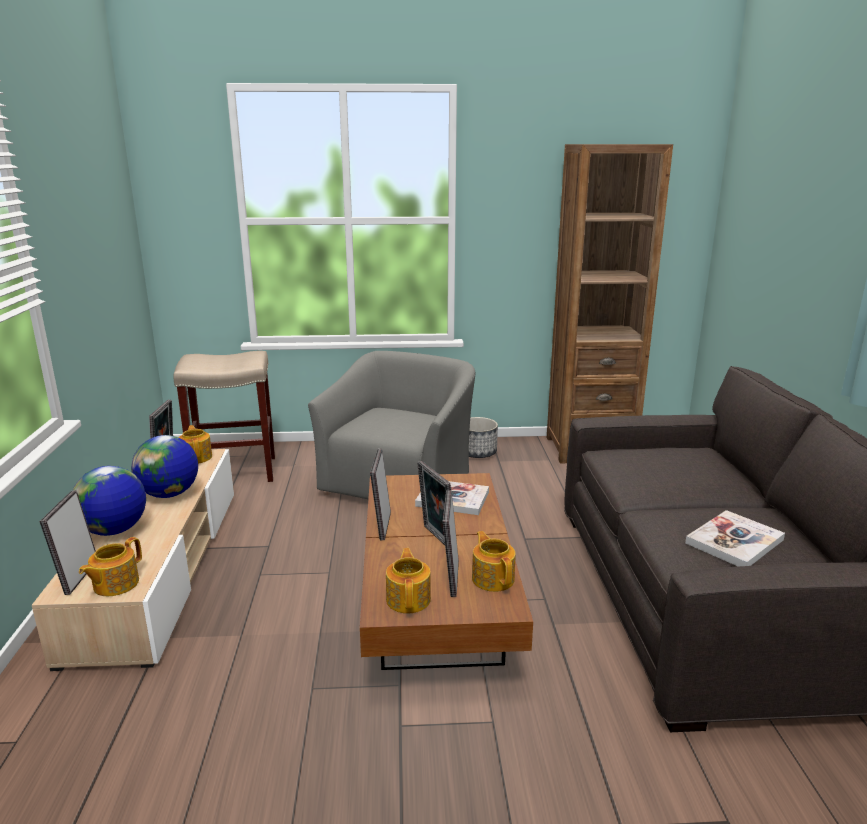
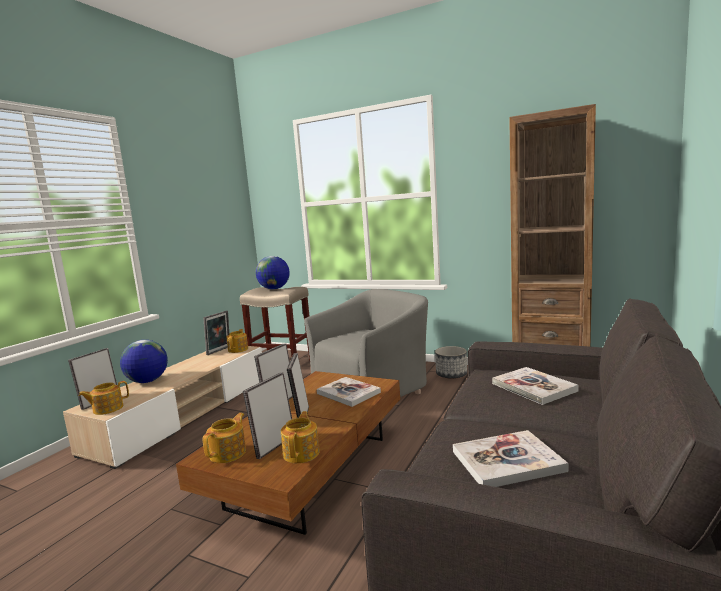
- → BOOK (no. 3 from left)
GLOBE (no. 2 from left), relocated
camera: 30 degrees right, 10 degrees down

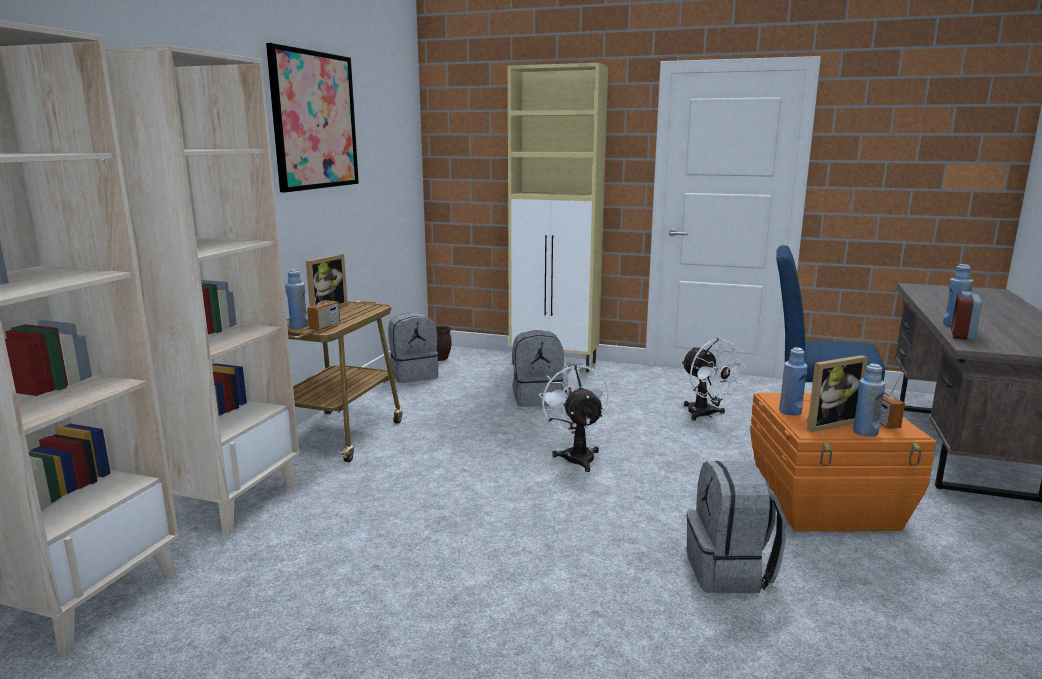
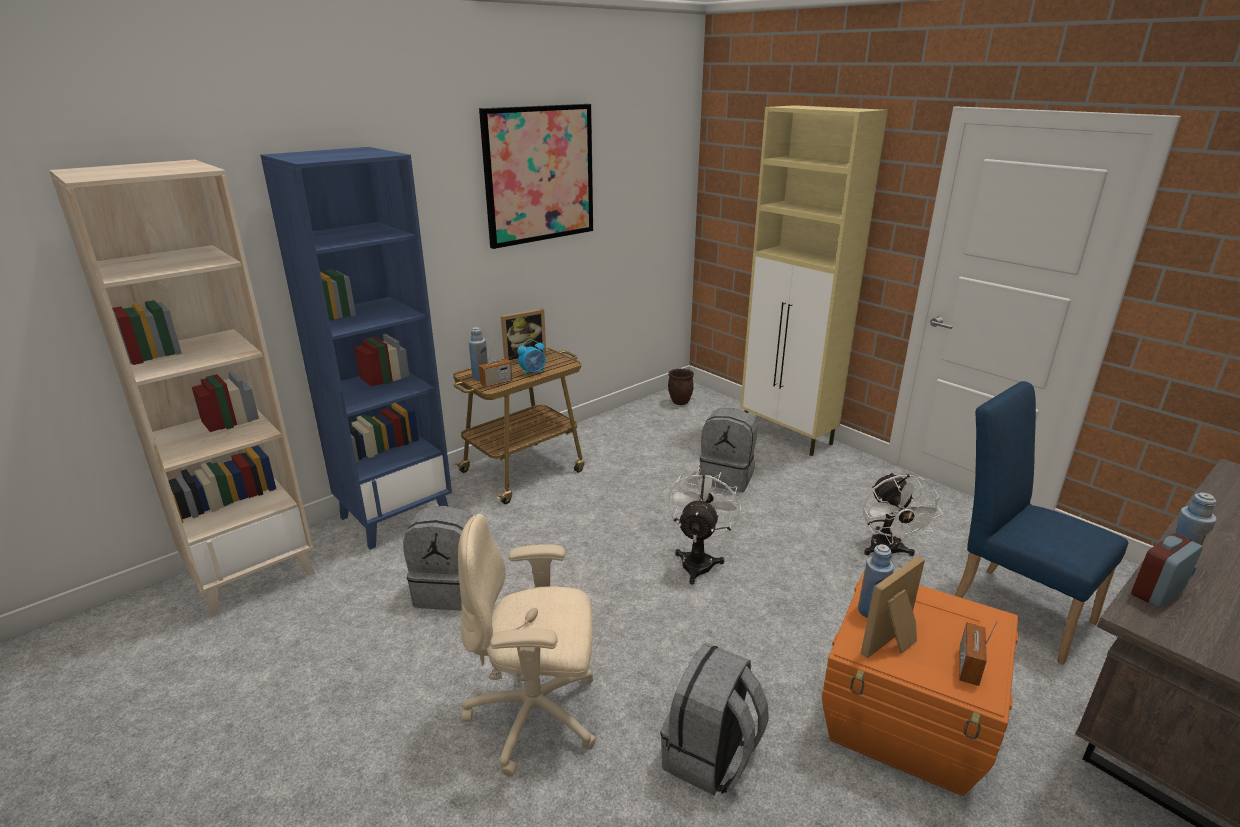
BLUE BOTTLE (no. 3 from left) → -
- → BEIGE OFFICE CHAIR
- → ALARM CLOCK (no. 1 from left)
GREY BACKPACK (no. 1 from left), relocated
BEIGE BOOKCASE (no. 2 from left) → BLUE BOOKCASE
PICTURE FRAME (no. 2 from left), 135 degrees clockwise
camera: 30 degrees right, 10 degrees up

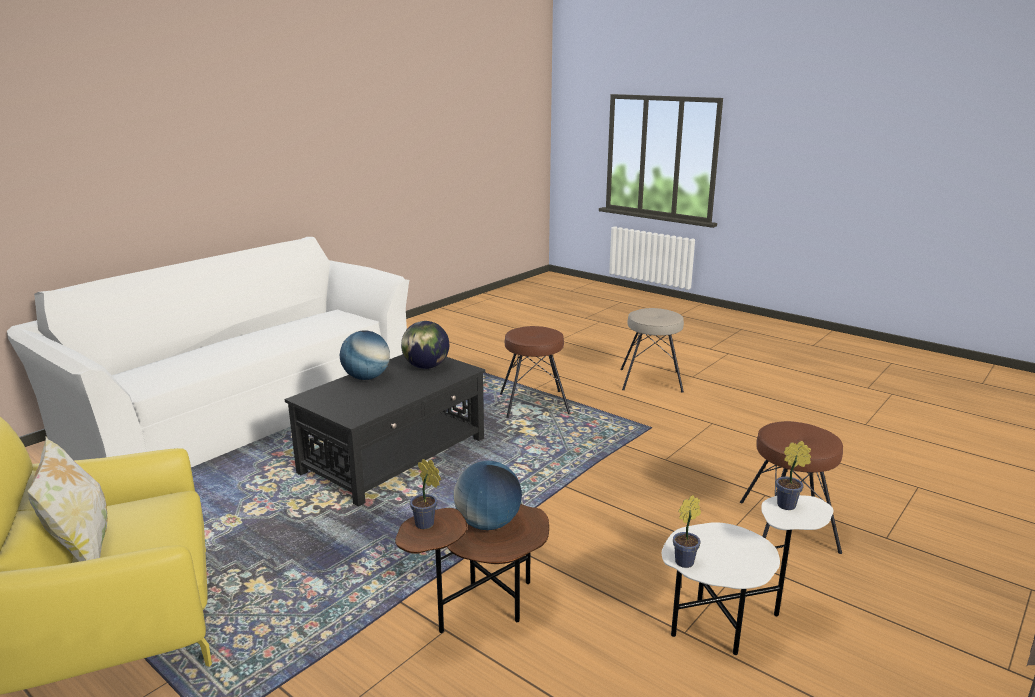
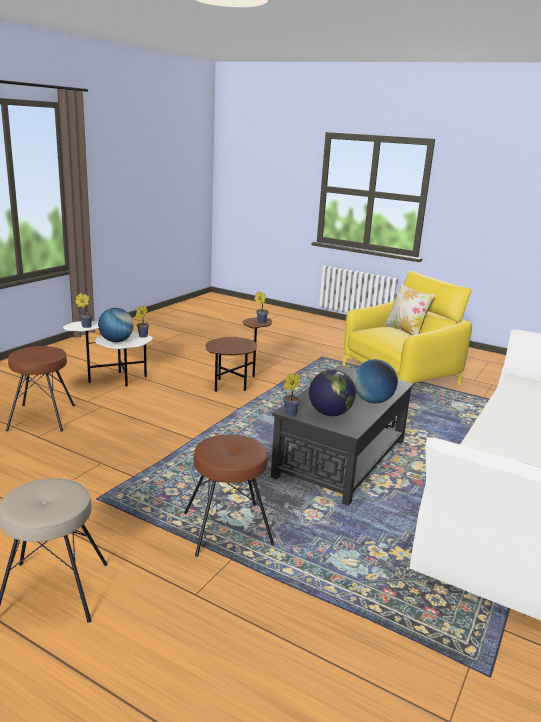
- → POTTED PLANT (no. 4 from left)
GLOBE (no. 3 from left in the first image) → GLOBE (no. 1 from left), relocated
camera: 170 degrees right, 0 degrees up

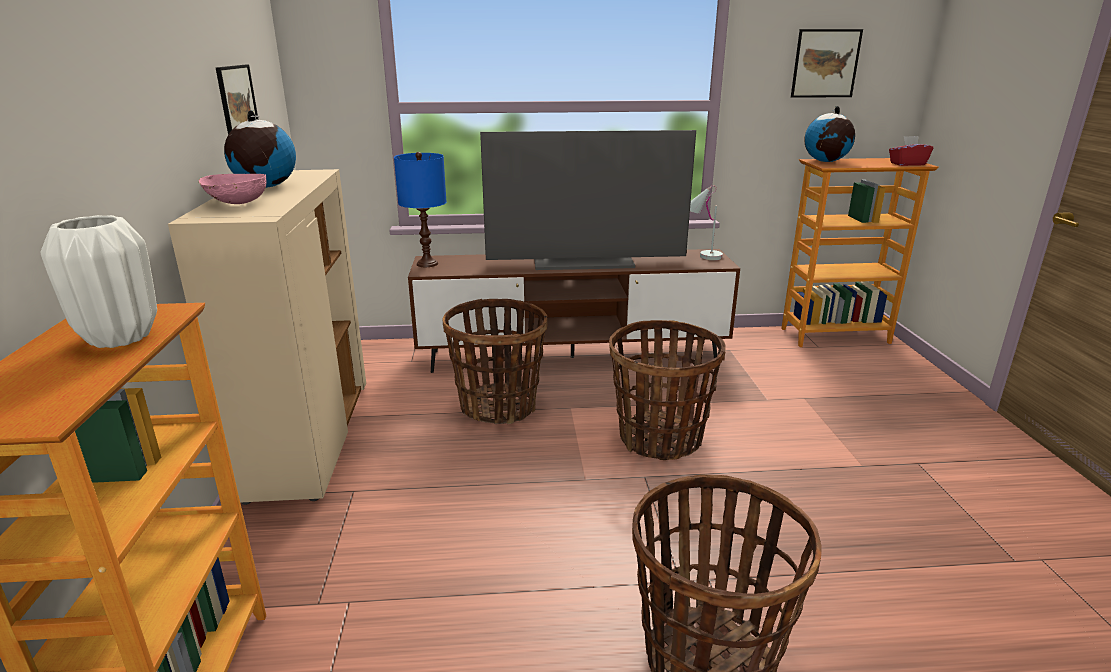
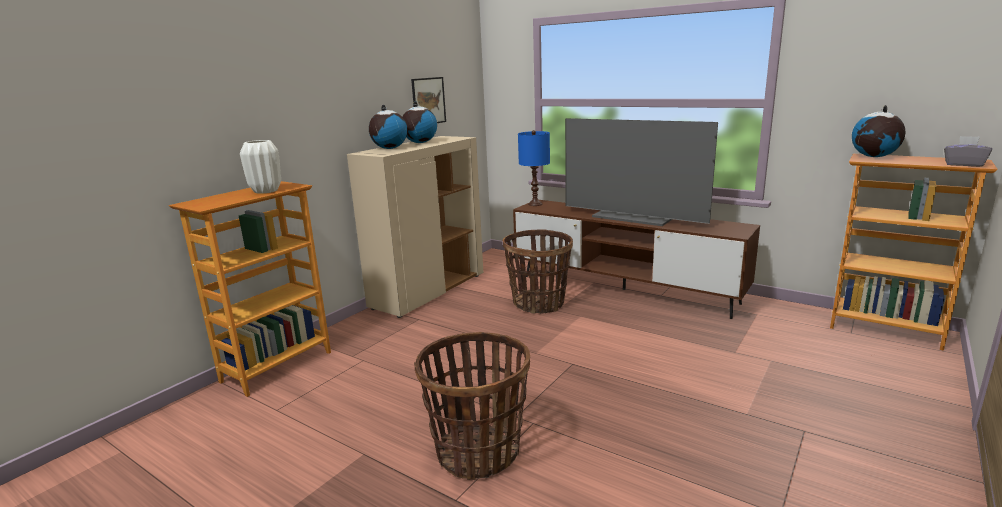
BASKET (no. 2 from left) → -
WHITE TABLE LAMP → -
PICTURE (no. 2 from left) → -
PINK BOWL → GLOBE (no. 1 from left)
RED TISSUE BOX → GREY TISSUE BOX
camera: 40 degrees right, 5 degrees down

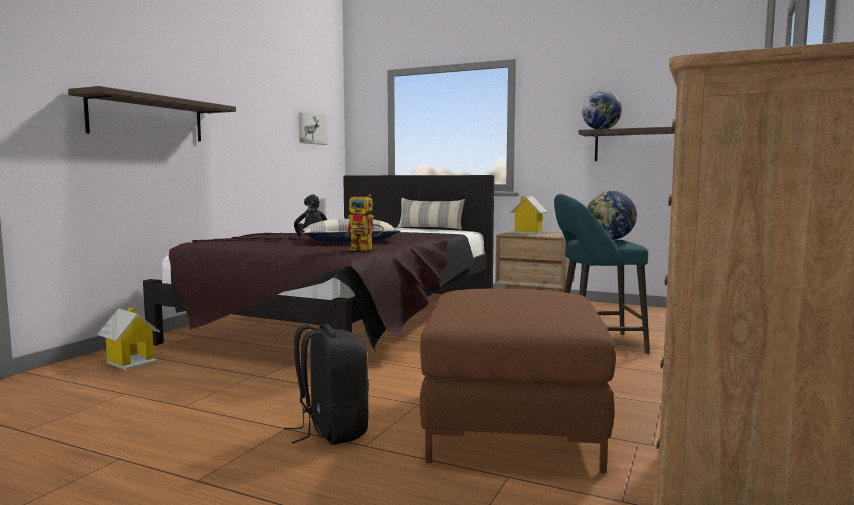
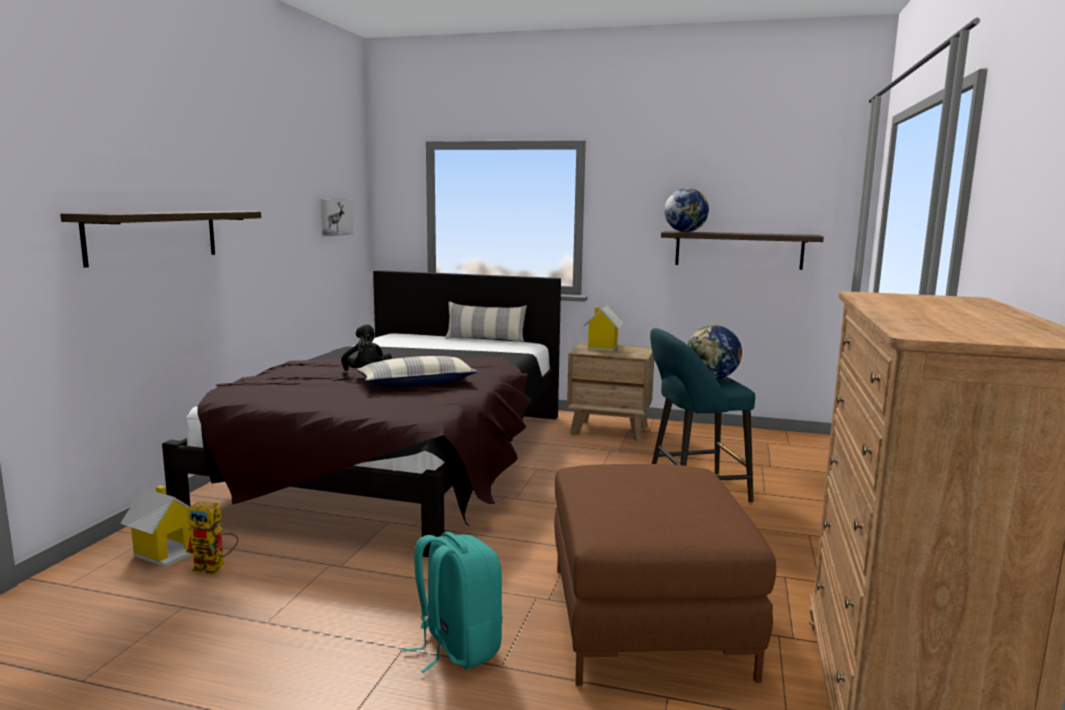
TOY ROBOT, relocated
BLACK BACKPACK → TURQUOISE BACKPACK
camera: 10 degrees left, 5 degrees up

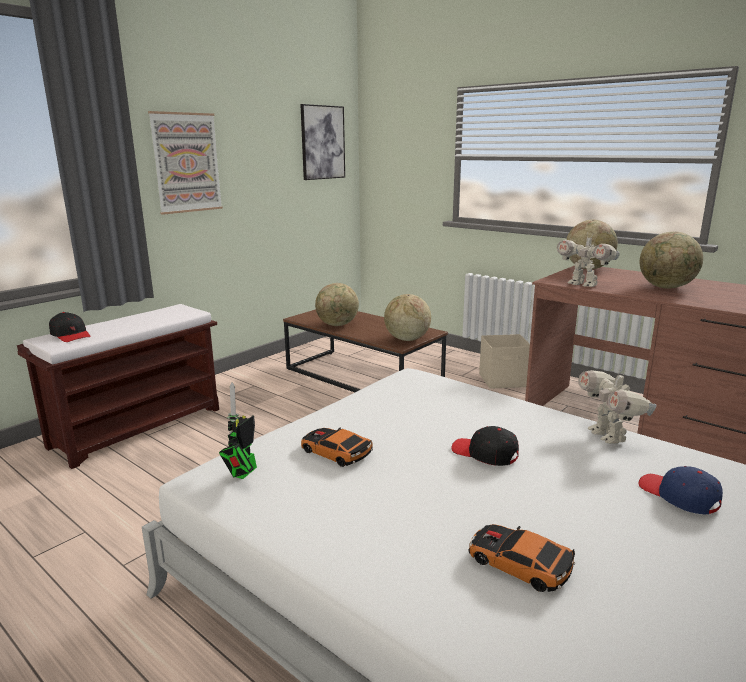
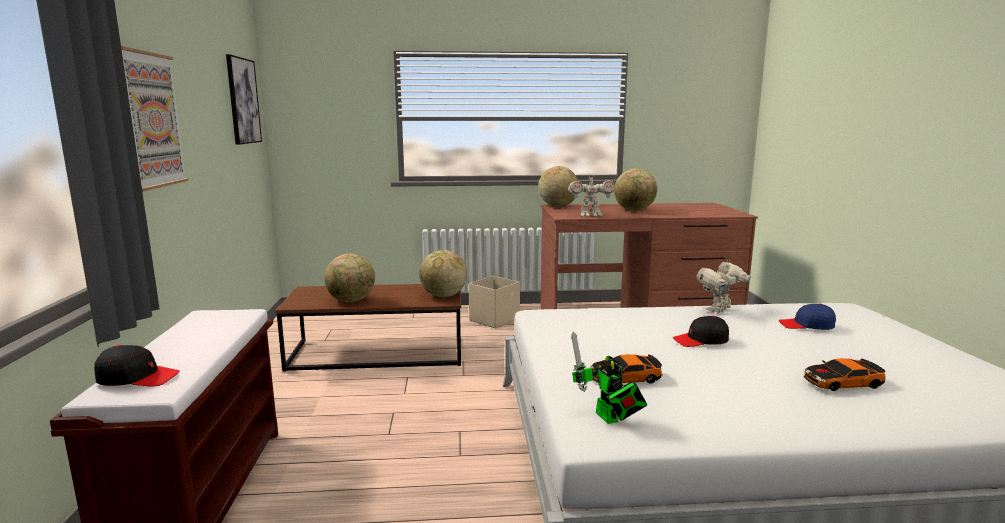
TOY ROBOT (no. 3 from left), 105 degrees clockwise
camera: 45 degrees left, 5 degrees down

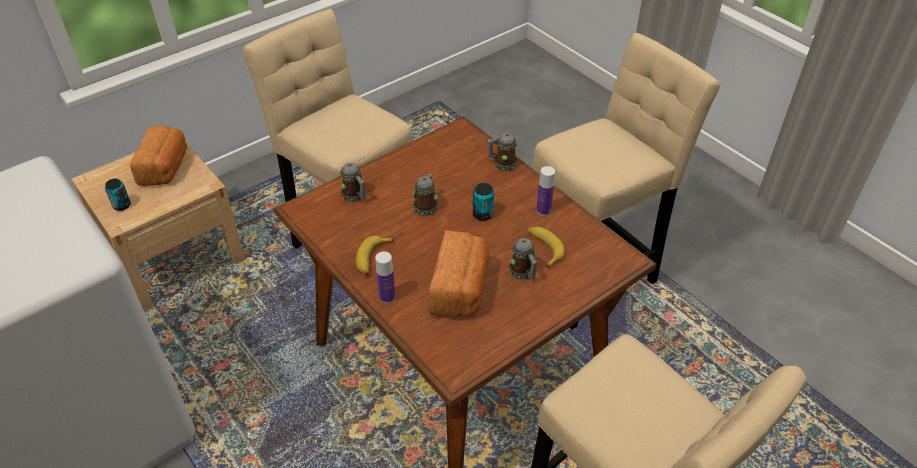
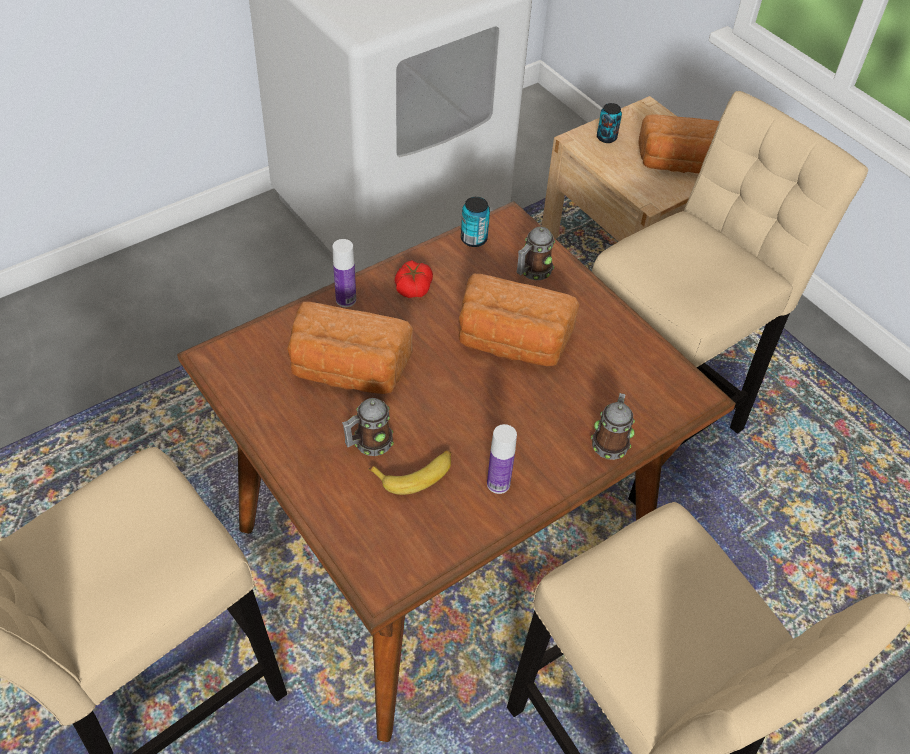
CAN (no. 2 from left in the first image) → CAN (no. 1 from left), relocated
BANANA (no. 1 from left) → TOMATO
MUG (no. 2 from left) → BREAD (no. 2 from left)
camera: 90 degrees right, 5 degrees up

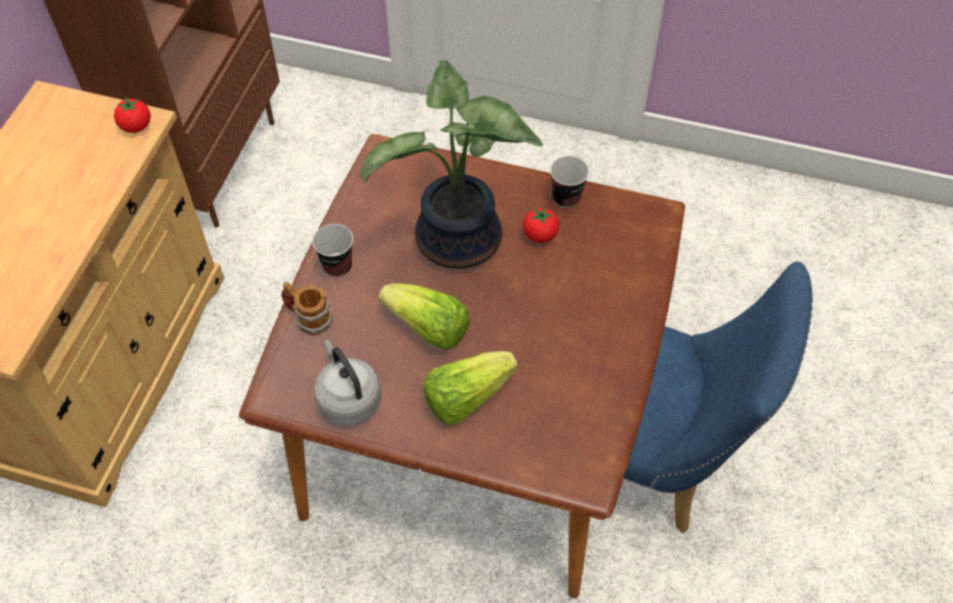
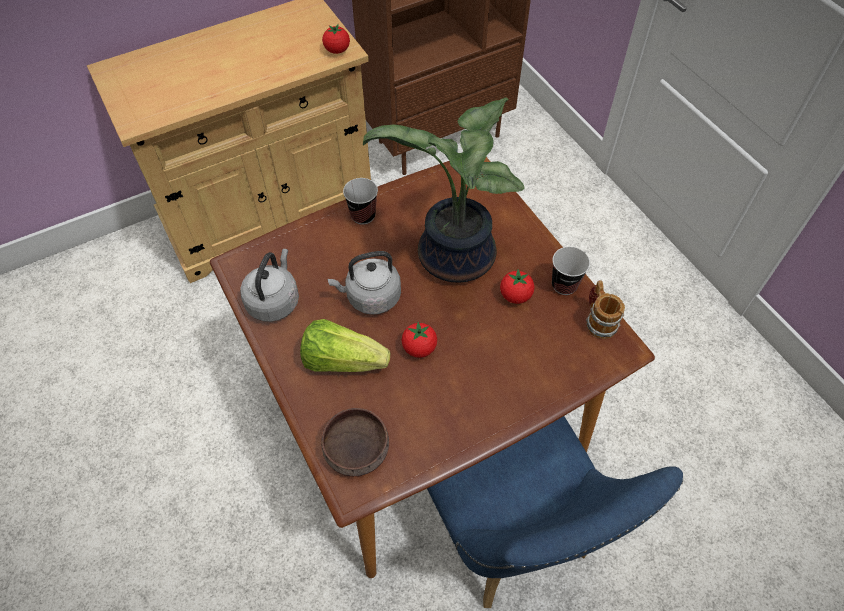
- → BROWN BOWL
- → TOMATO (no. 2 from left)
MUG, relocated
LETTUCE (no. 1 from left) → GREY KETTLE (no. 2 from left)
camera: 45 degrees right, 0 degrees up

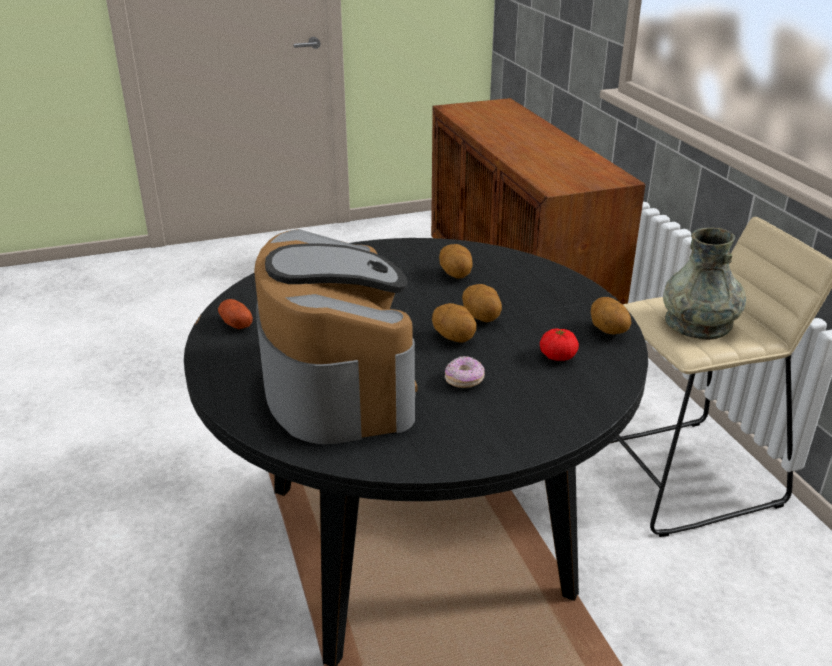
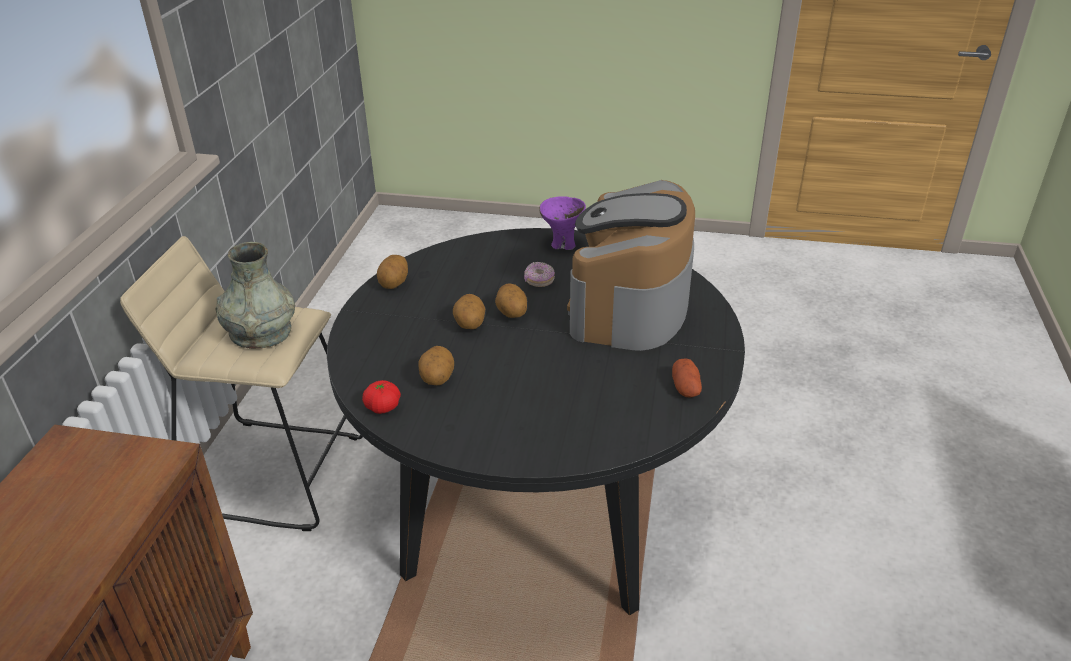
- → PURPLE BOWL
TOMATO, relocated
camera: 150 degrees left, 5 degrees up

